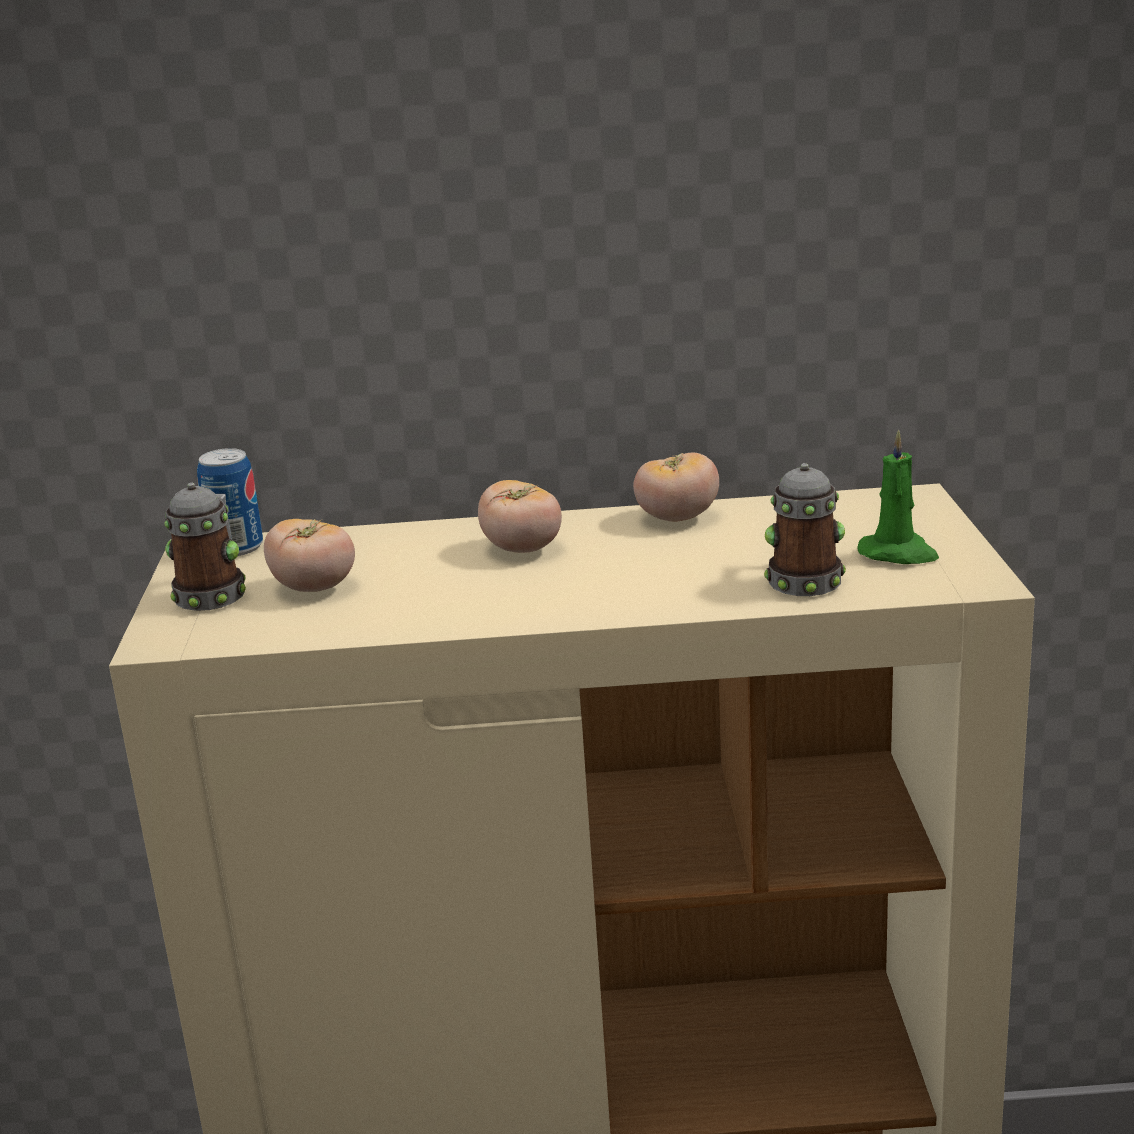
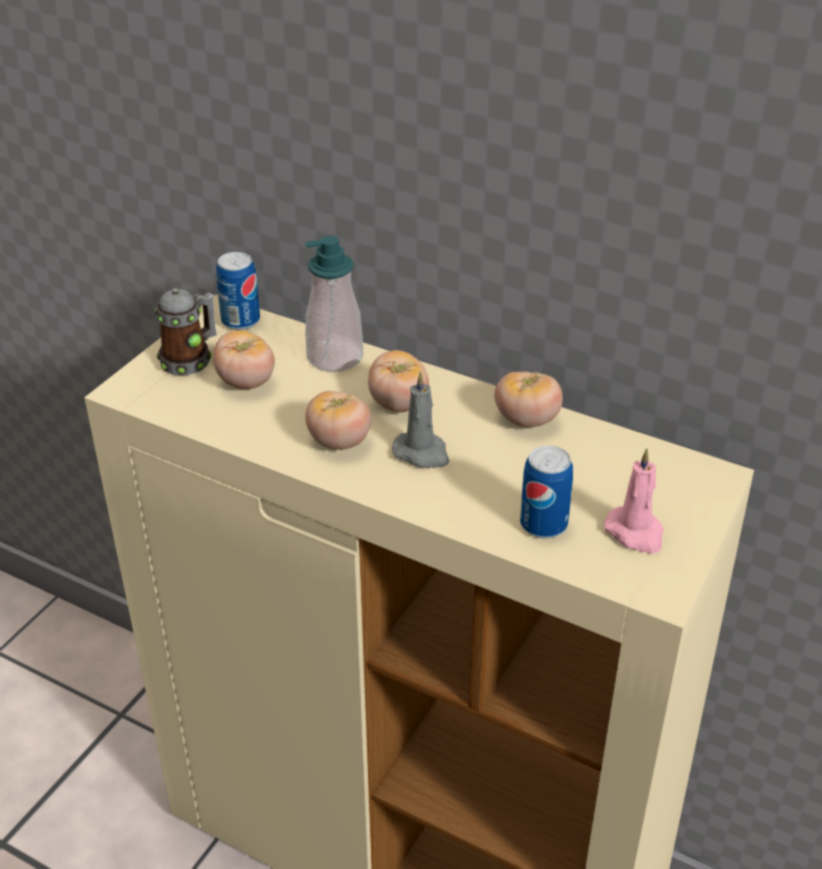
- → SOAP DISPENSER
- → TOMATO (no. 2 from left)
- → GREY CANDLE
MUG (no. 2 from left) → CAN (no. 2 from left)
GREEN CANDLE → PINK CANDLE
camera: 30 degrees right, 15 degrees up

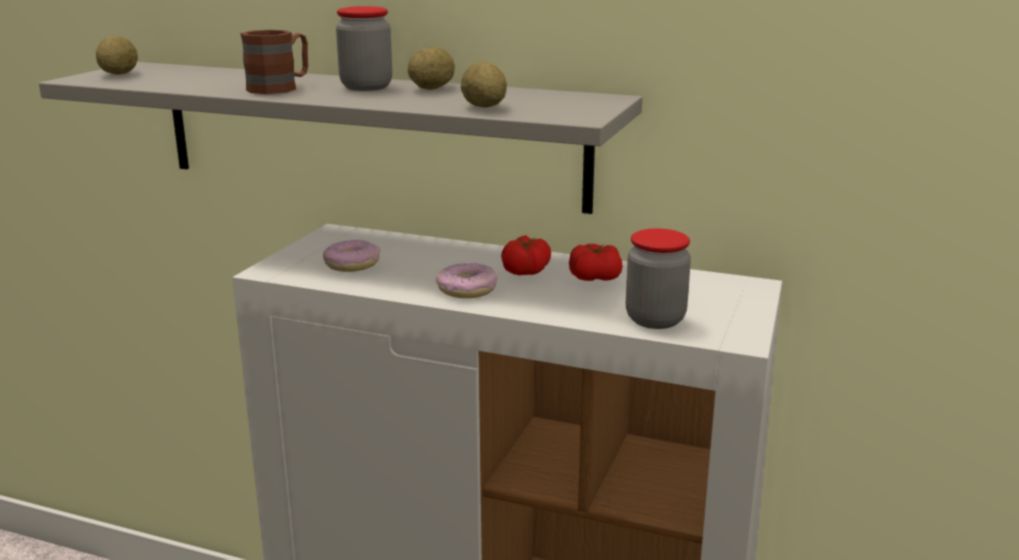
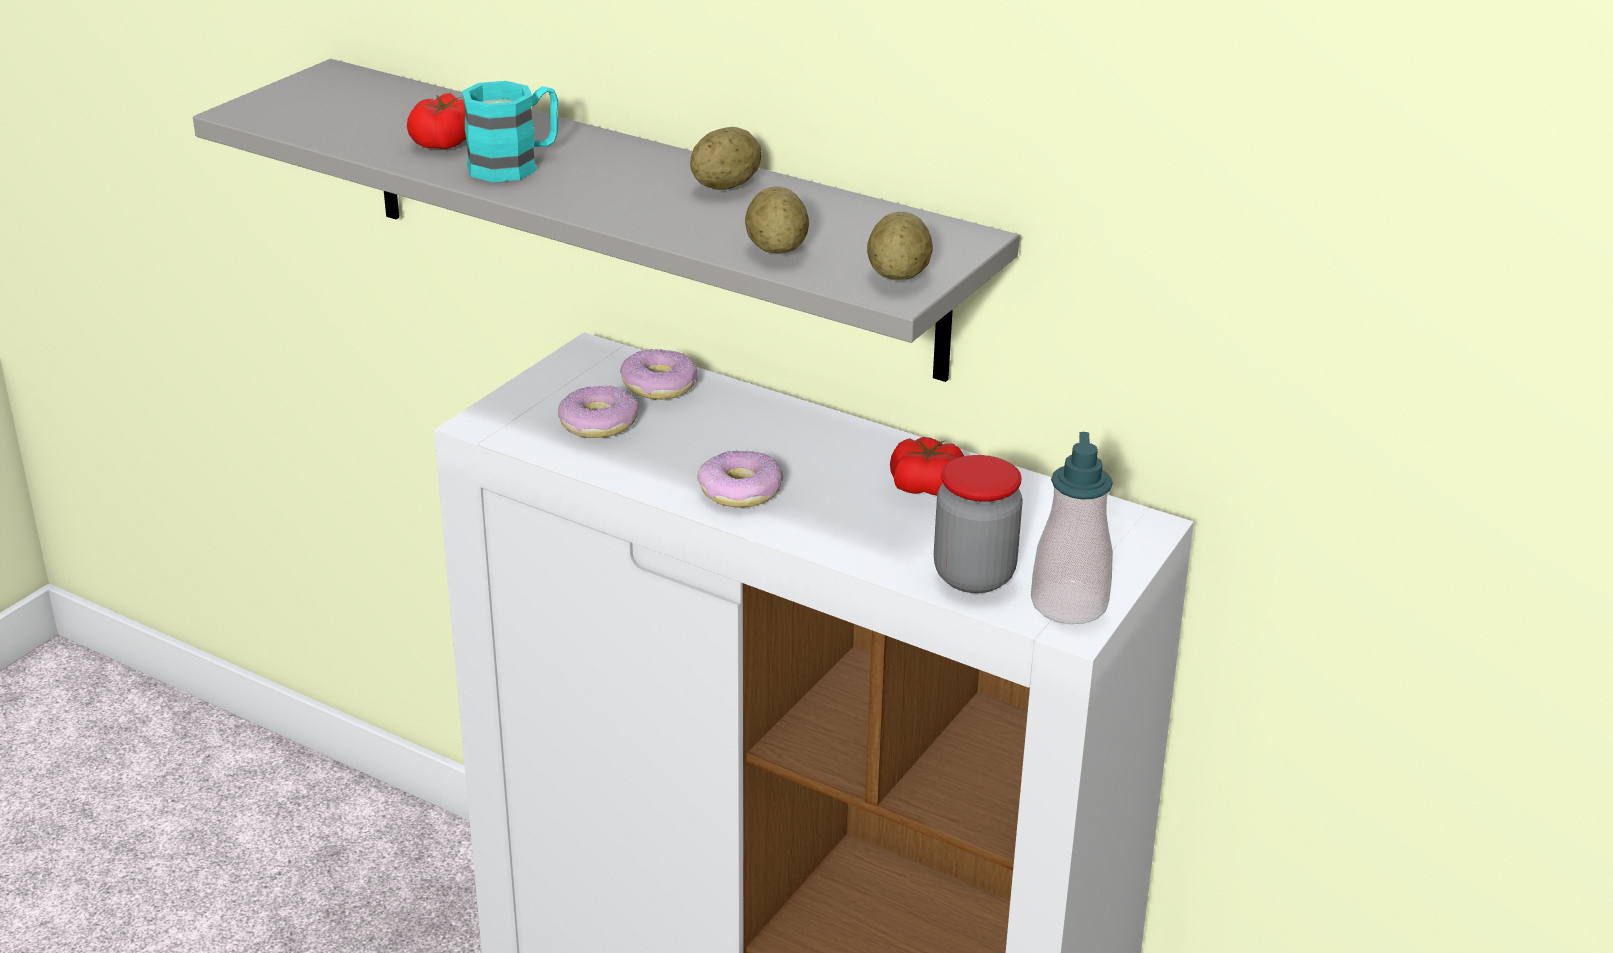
JAR (no. 1 from left) → -
- → DONUT (no. 2 from left)
- → SOAP DISPENSER
POTATO (no. 1 from left in the first image) → POTATO (no. 3 from left), relocated
TOMATO (no. 1 from left), relocated
BROWN MUG → TURQUOISE MUG
camera: 10 degrees right, 10 degrees up

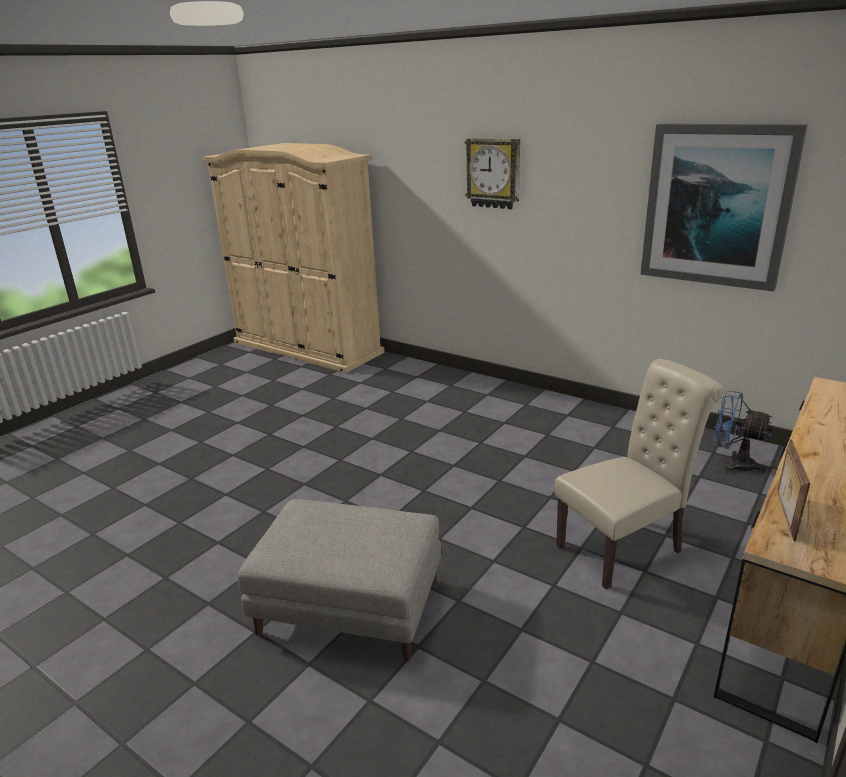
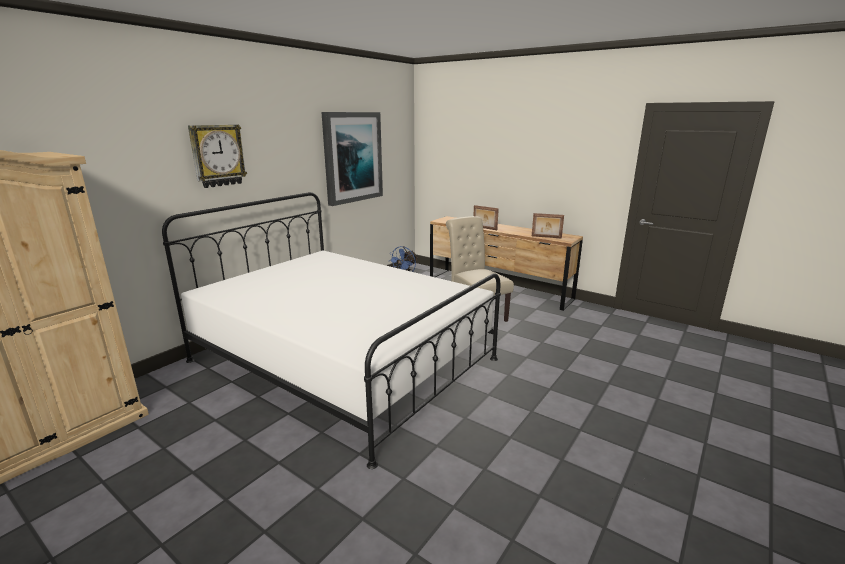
GREY OTTOMAN → -
- → WHITE BED
- → PICTURE FRAME (no. 1 from left)
camera: 90 degrees left, 5 degrees down

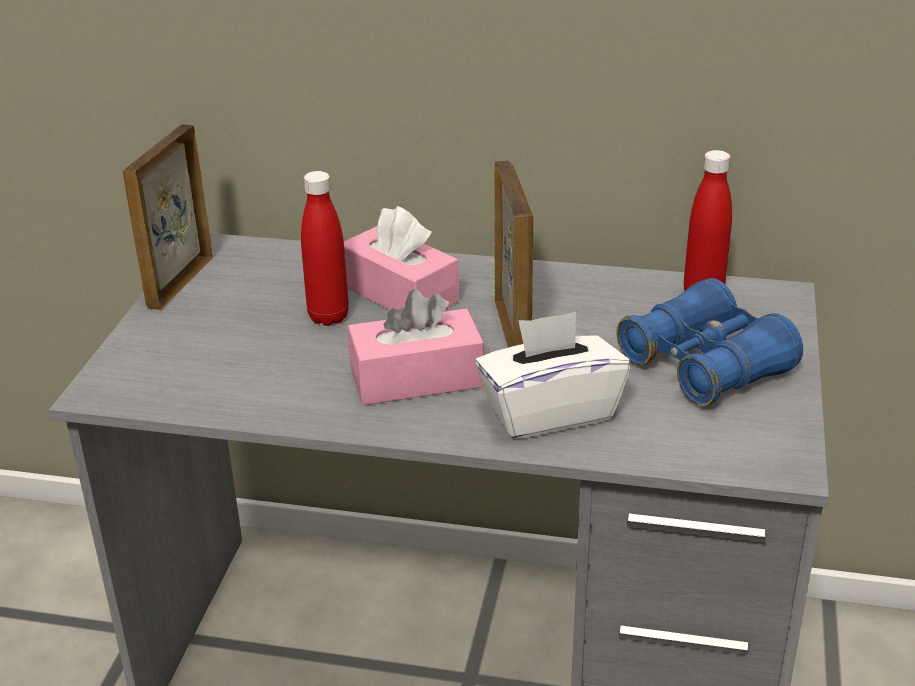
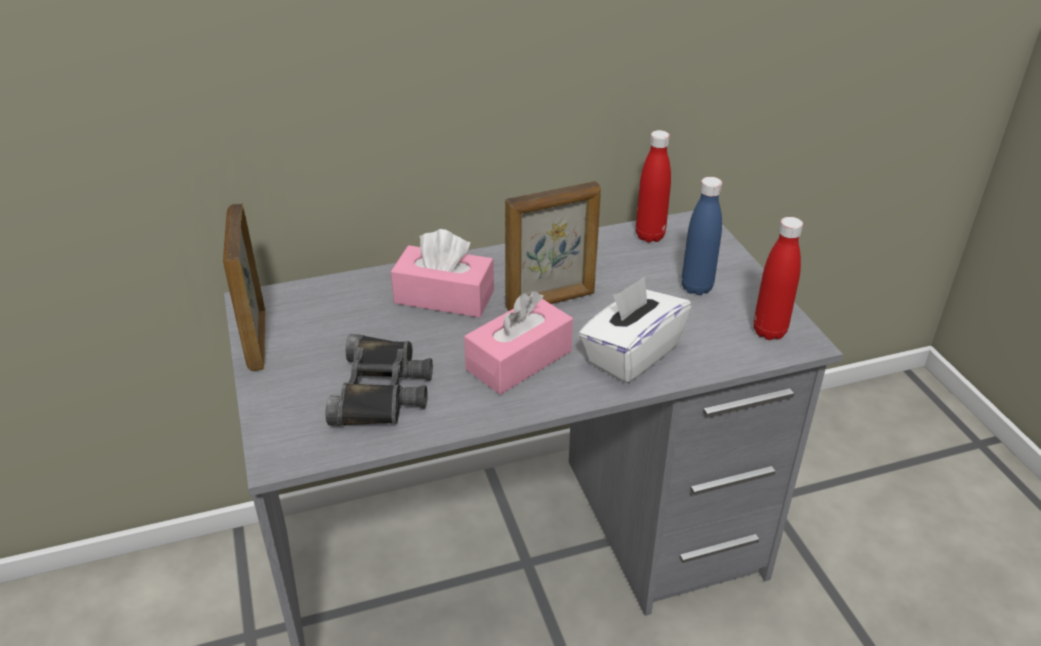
- → BLACK BINOCULARS
RED BOTTLE (no. 1 from left in the first image) → RED BOTTLE (no. 2 from left), relocated
BLUE BINOCULARS → BLUE BOTTLE
PICTURE FRAME (no. 2 from left), 105 degrees clockwise
camera: 30 degrees left, 5 degrees up

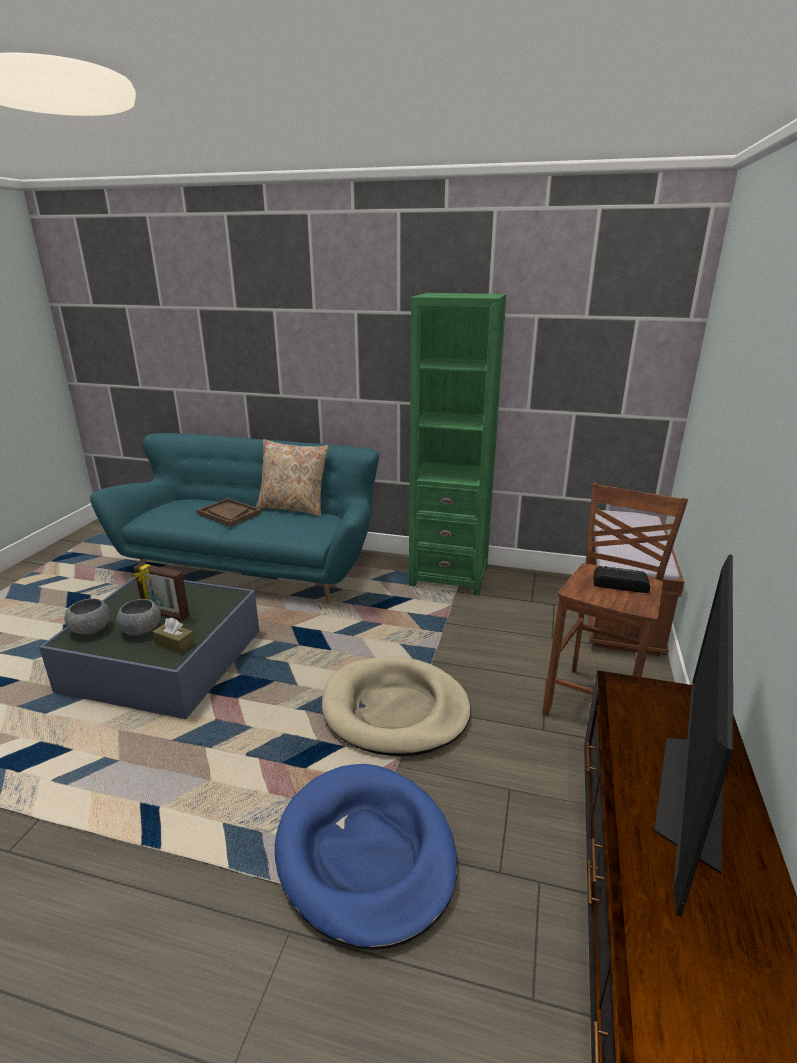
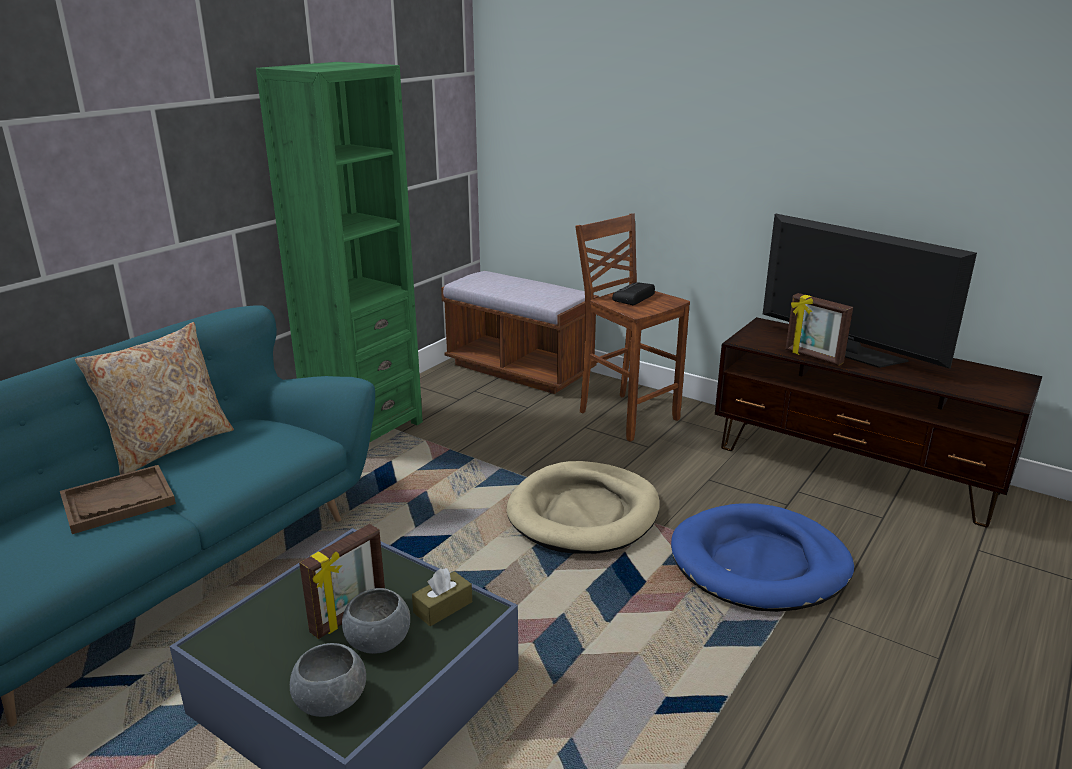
- → PICTURE FRAME (no. 2 from left)
camera: 70 degrees left, 0 degrees up

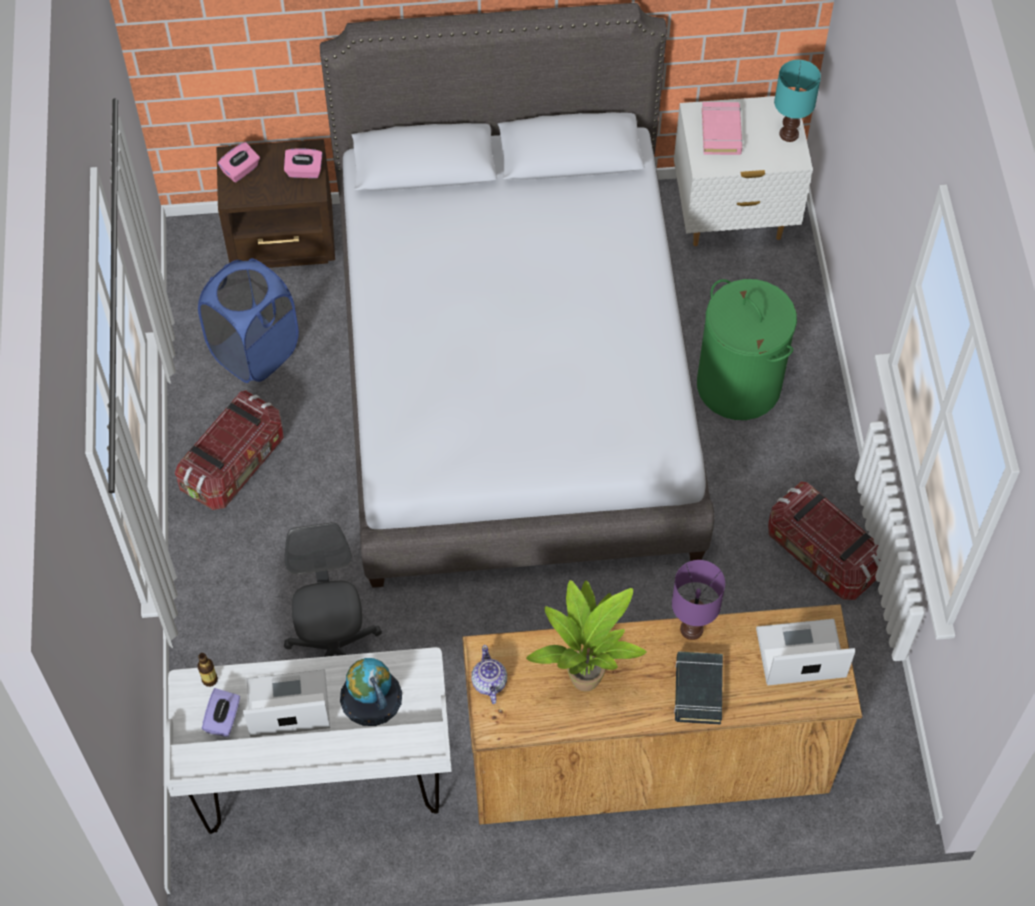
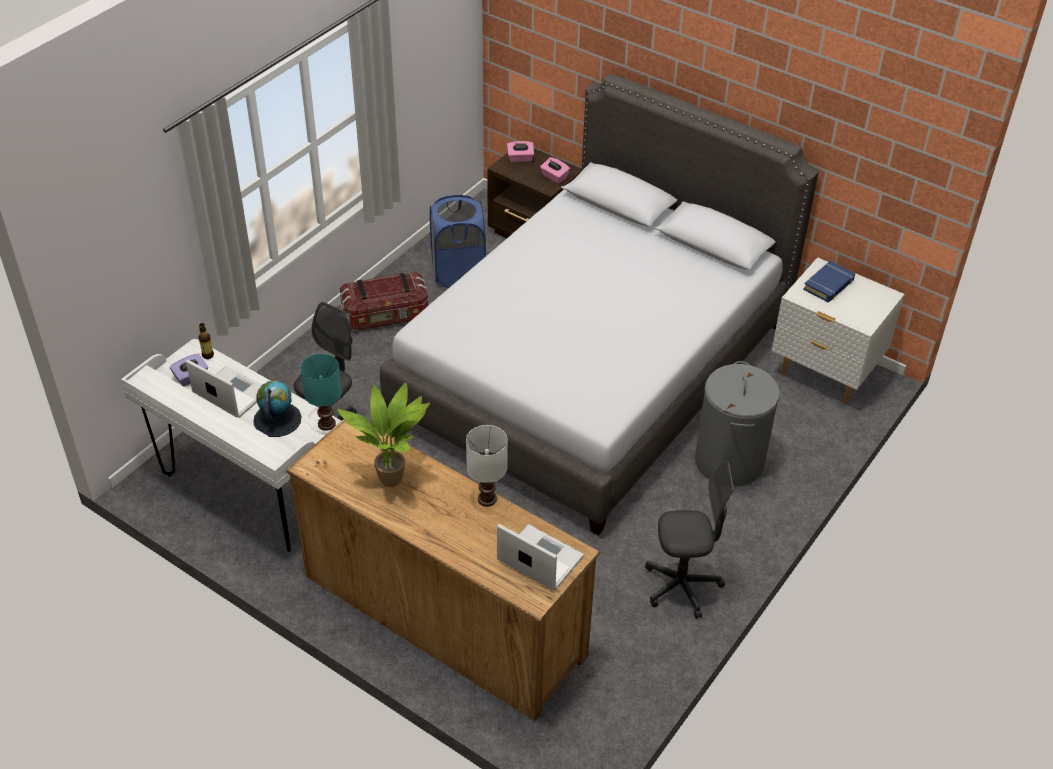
TEAPOT → -
BLACK BOOK → -
TURQUOISE TABLE LAMP, relocated
STORAGE BOX (no. 2 from left) → GREY OFFICE CHAIR (no. 2 from left)
PURPLE TABLE LAMP → WHITE TABLE LAMP
GREEN LAUNDRY BASKET → GREY LAUNDRY BASKET
PINK BOOK → BLUE BOOK
camera: 40 degrees right, 15 degrees down

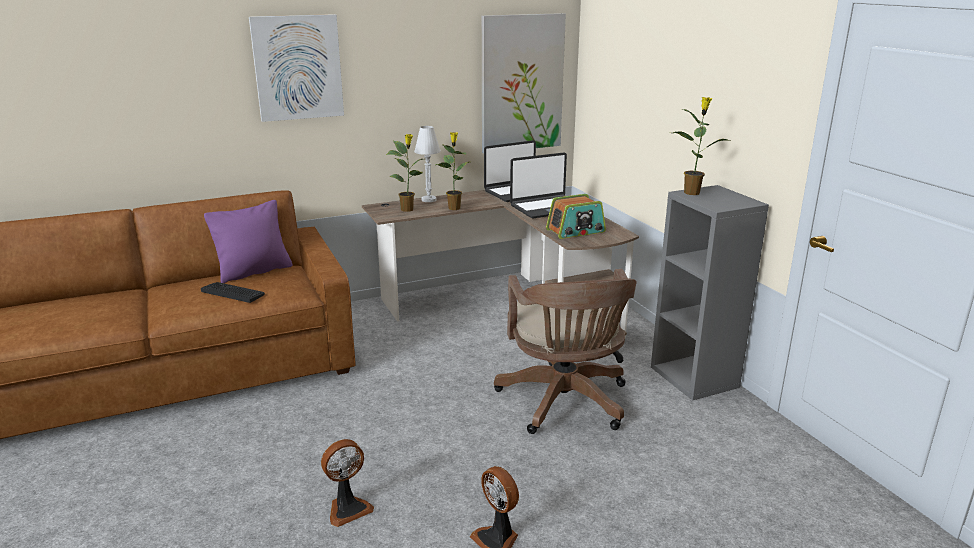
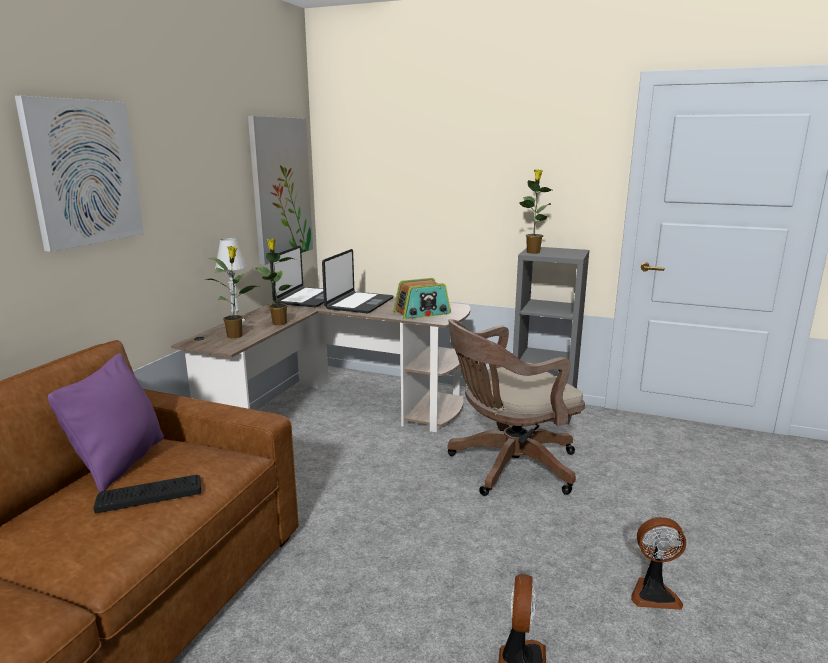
BROWN OFFICE CHAIR, 120 degrees clockwise
RADIO, 45 degrees clockwise
camera: 45 degrees left, 5 degrees down

